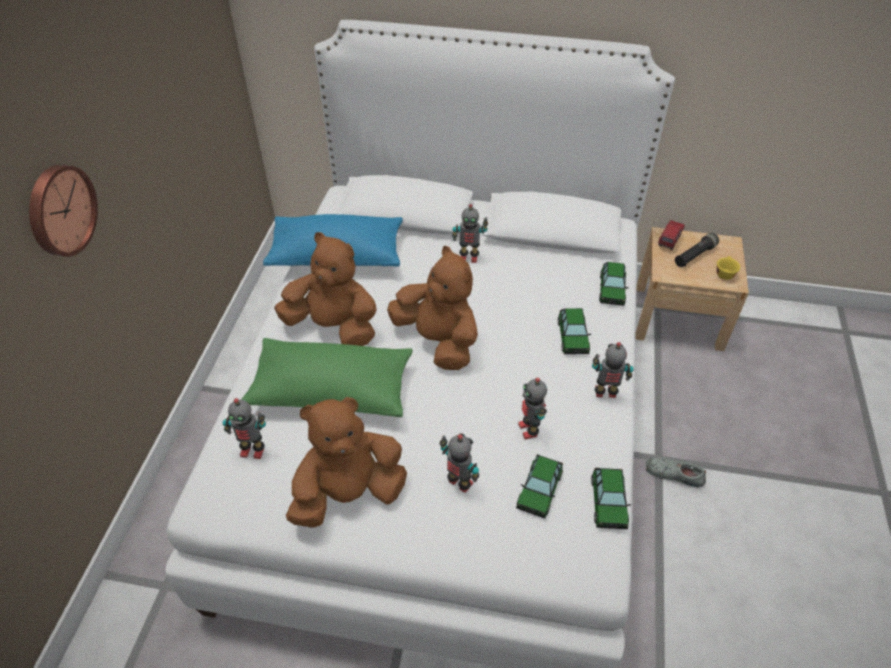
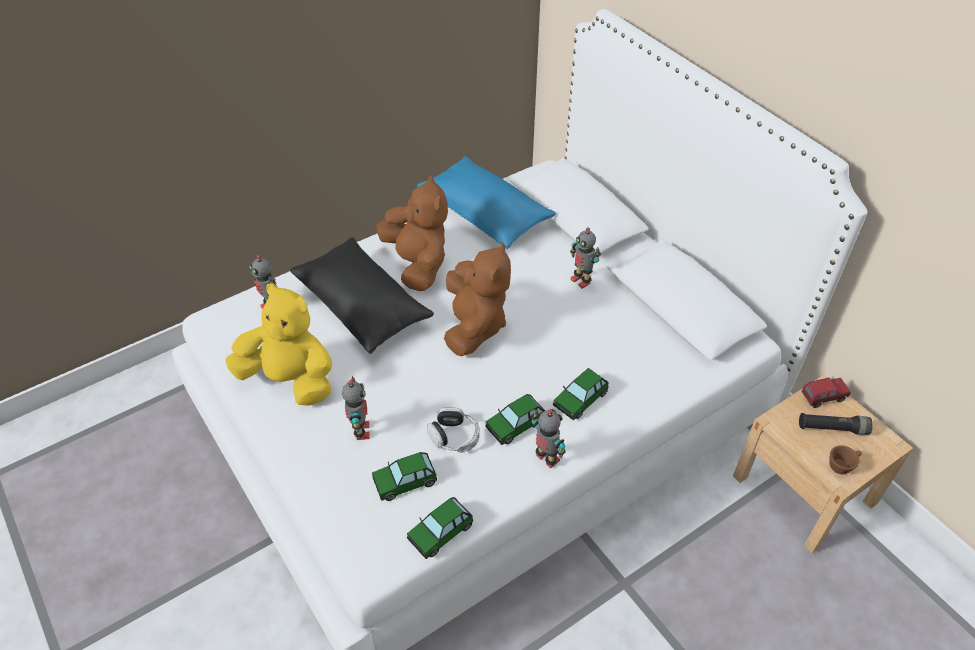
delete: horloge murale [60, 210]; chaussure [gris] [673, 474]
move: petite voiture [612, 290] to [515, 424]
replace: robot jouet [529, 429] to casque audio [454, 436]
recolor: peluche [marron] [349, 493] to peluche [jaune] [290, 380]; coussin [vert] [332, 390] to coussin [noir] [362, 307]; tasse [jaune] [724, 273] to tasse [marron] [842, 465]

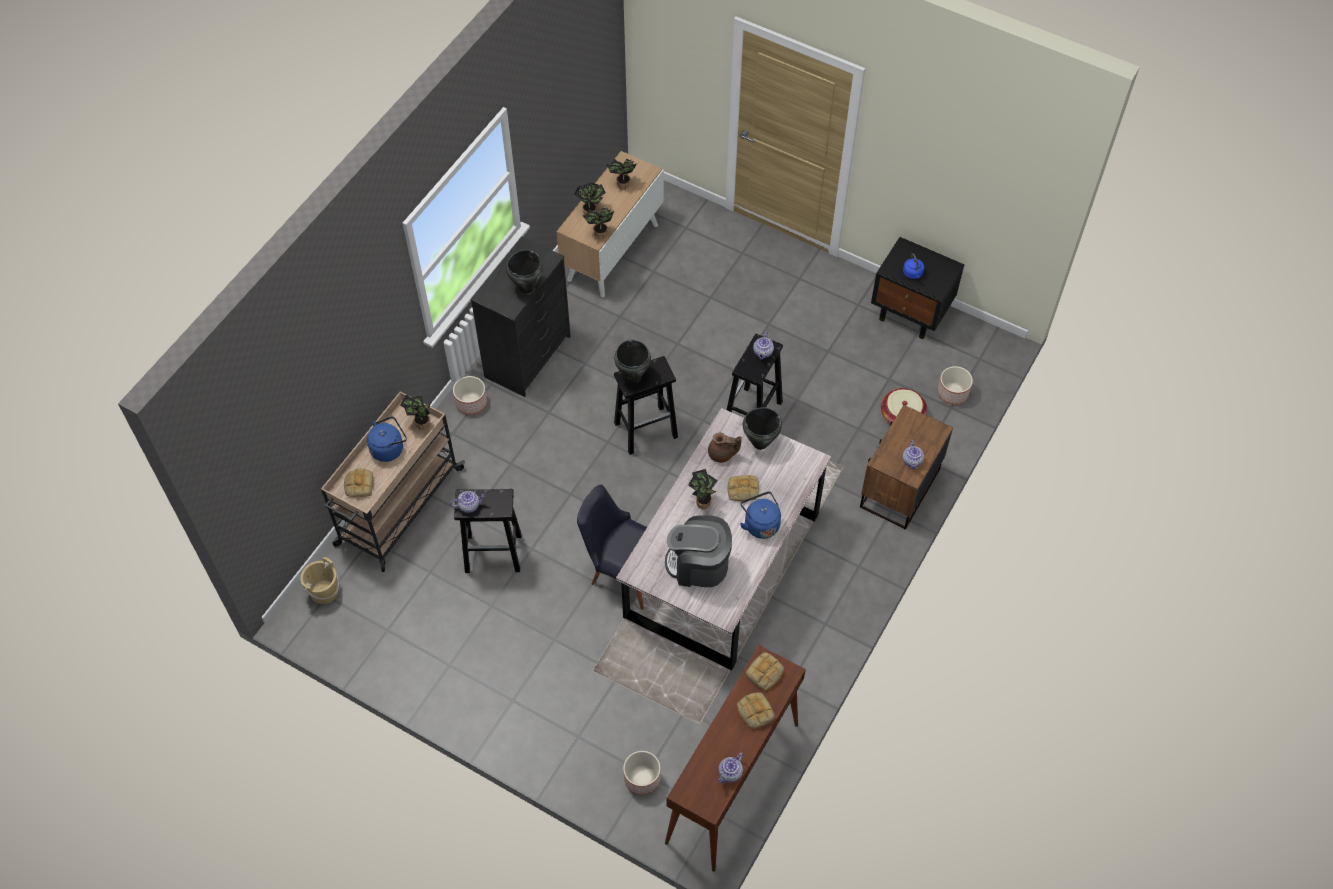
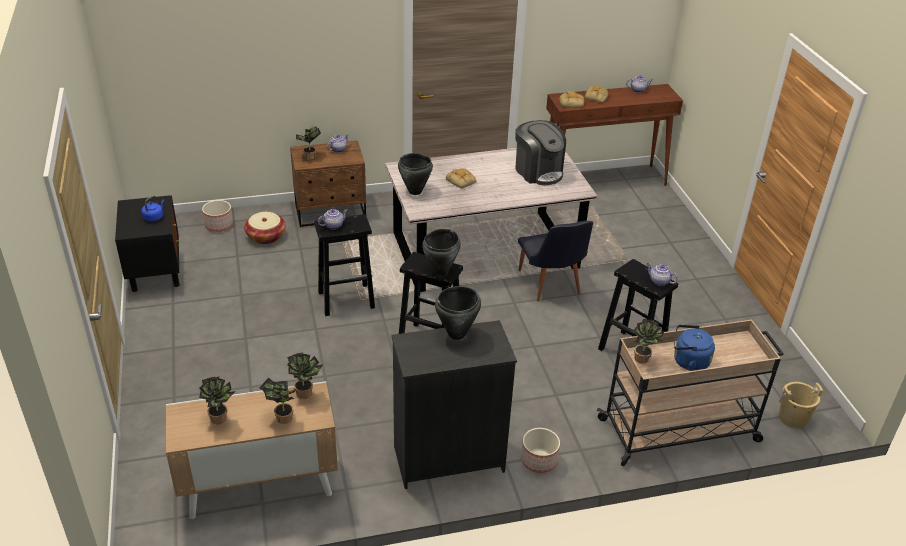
delete: pain [358, 484]; cache-pot [641, 778]; théière [marron] [722, 454]; bouilloire [bleu] [760, 524]
move: plante en pot [702, 502] to [309, 157]

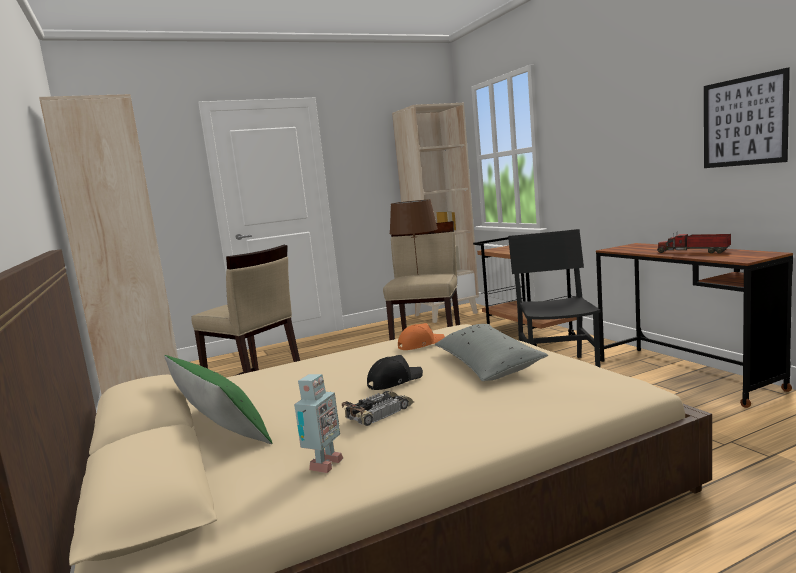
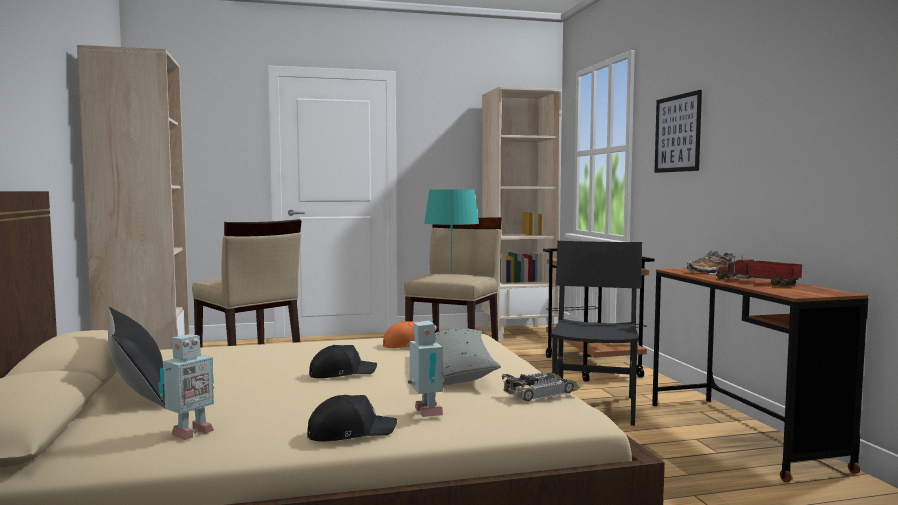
insert: casquette [noir] [350, 432]; robot jouet [425, 413]; chaussure [710, 273]
move: petite voiture [380, 412] to [541, 392]; tableau [744, 121] to [677, 133]
recolor: coussin [vert] [220, 428] to coussin [noir] [137, 388]; lampe de table [marron] [417, 274] to lampe de table [turquoise] [451, 273]

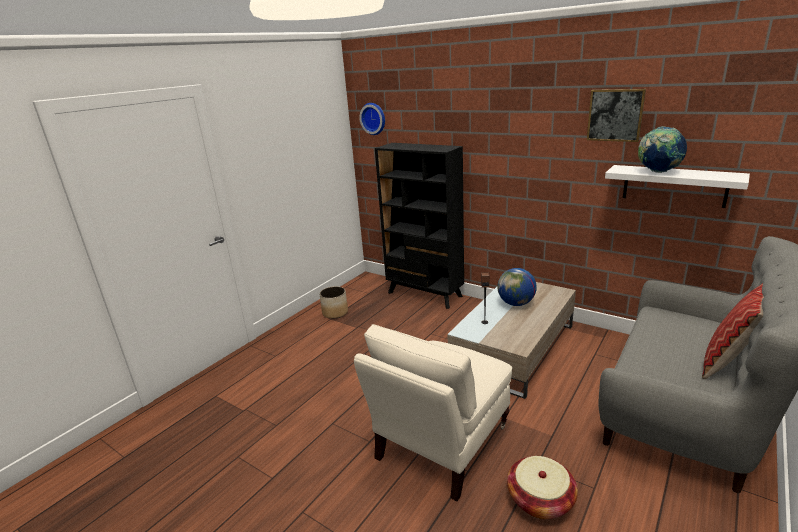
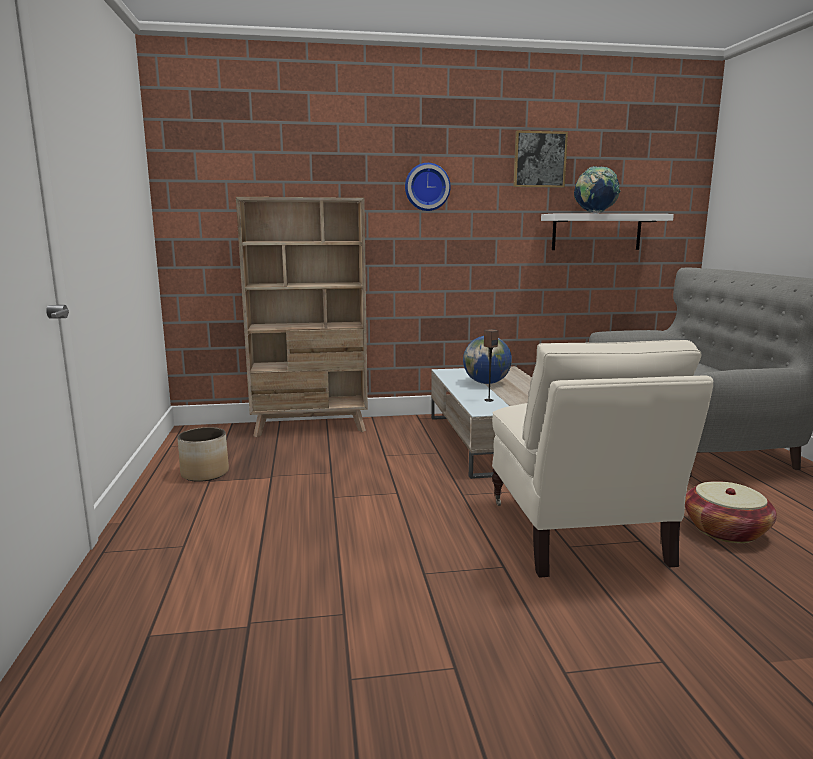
delete: coussin [728, 363]
move: horloge murale [374, 118] to [427, 187]
recolor: bibliothèque [noir] [425, 294] to bibliothèque [beige] [311, 427]

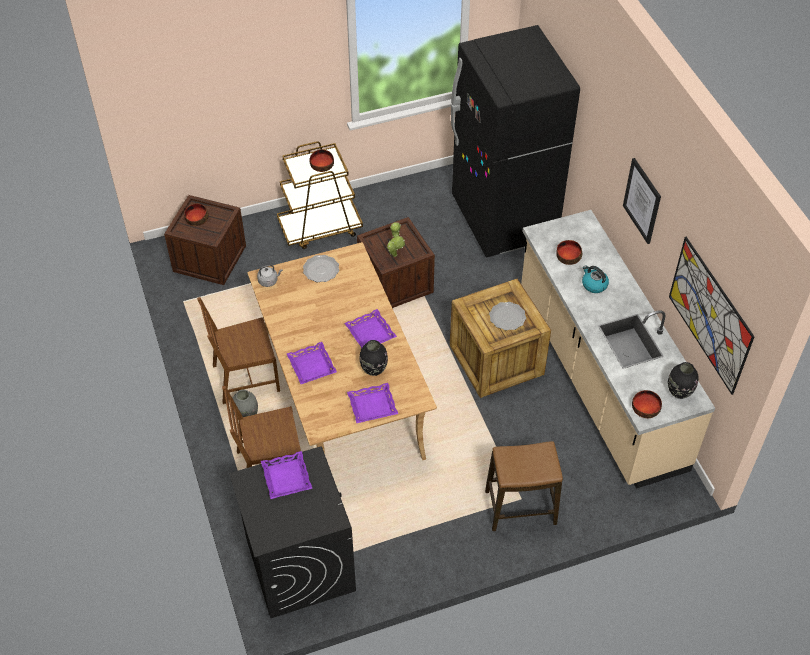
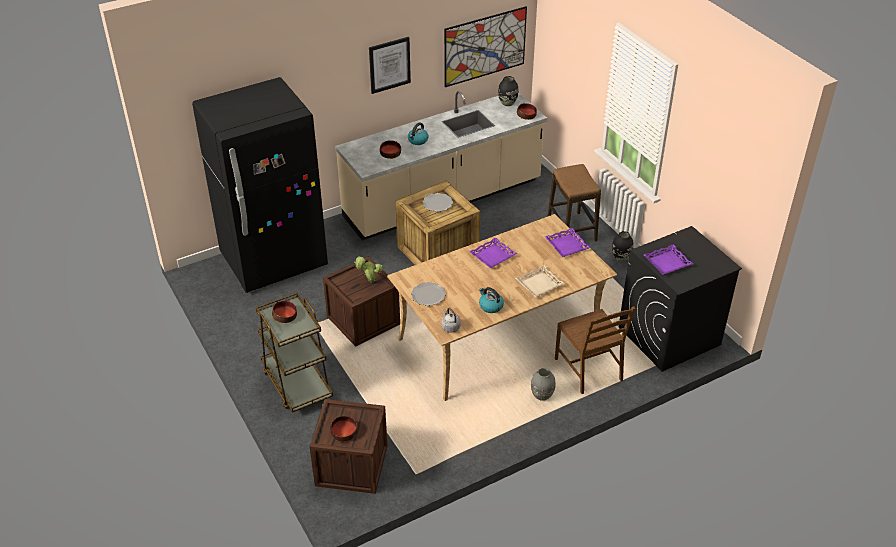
delete: chaise [marron] [245, 378]
insert: bouilloire [490, 306]
move: vase [noir] [373, 369] to [621, 257]
recolor: plateau [violet] [312, 366] to plateau [beige] [539, 284]

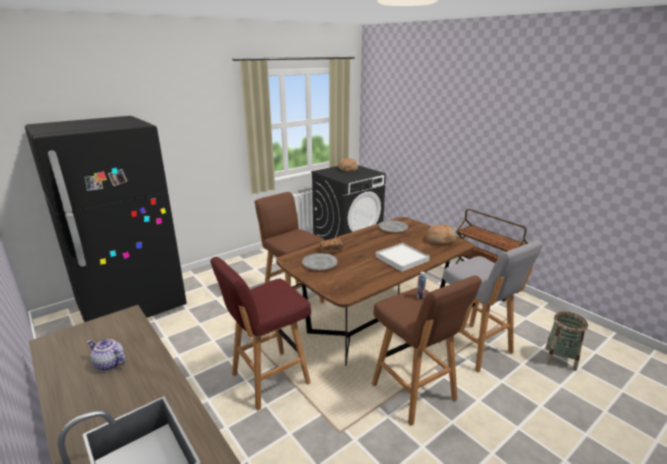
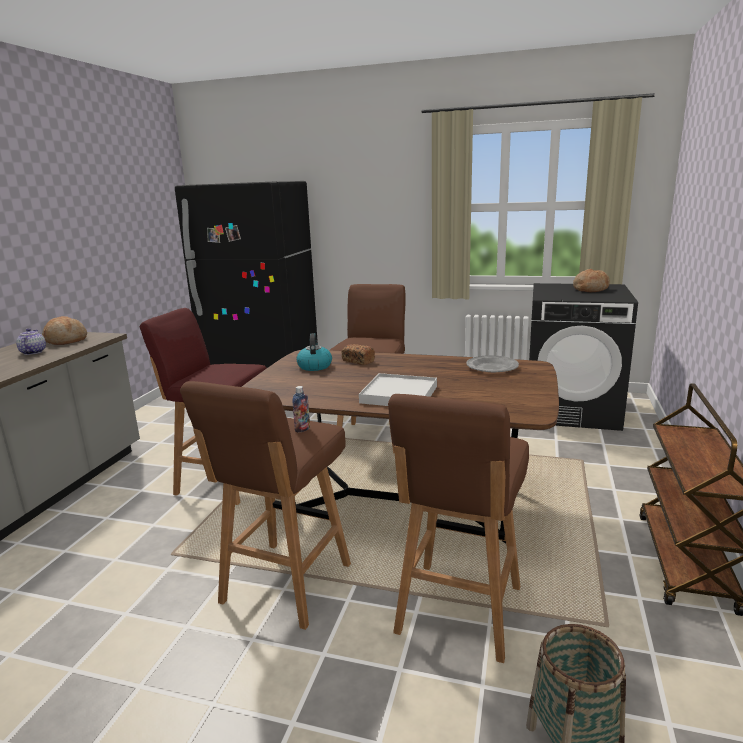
move: pain [440, 240] to [66, 340]
replace: assiette [gris] [319, 264] to bouilloire [314, 366]
recolor: tabouret [gris] [475, 348] to tabouret [marron] [458, 612]

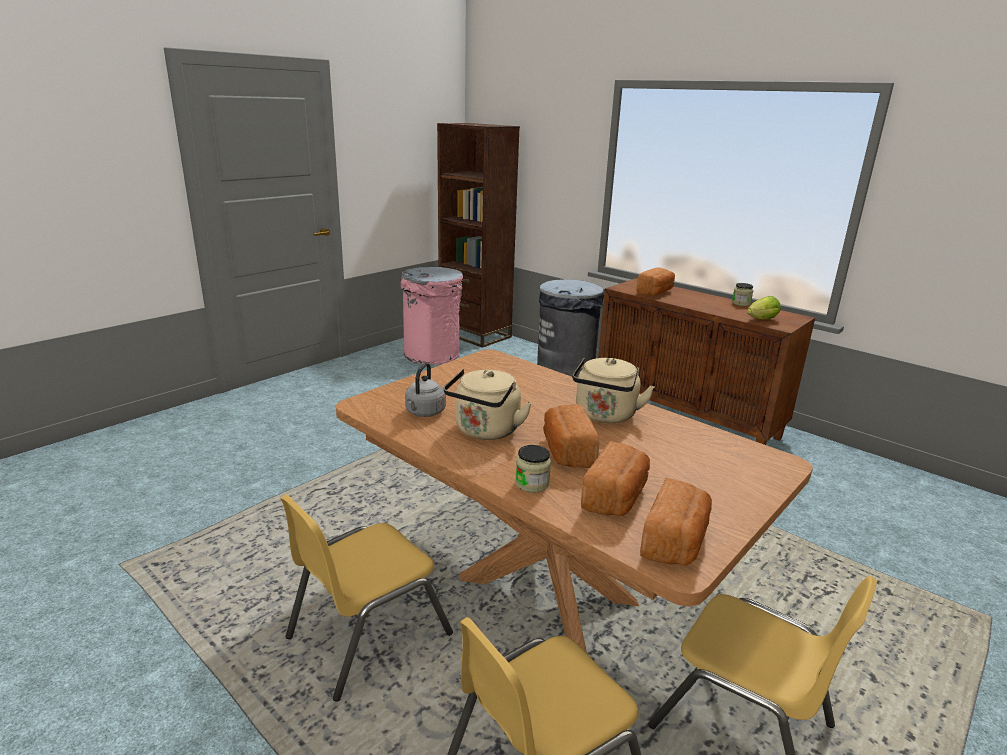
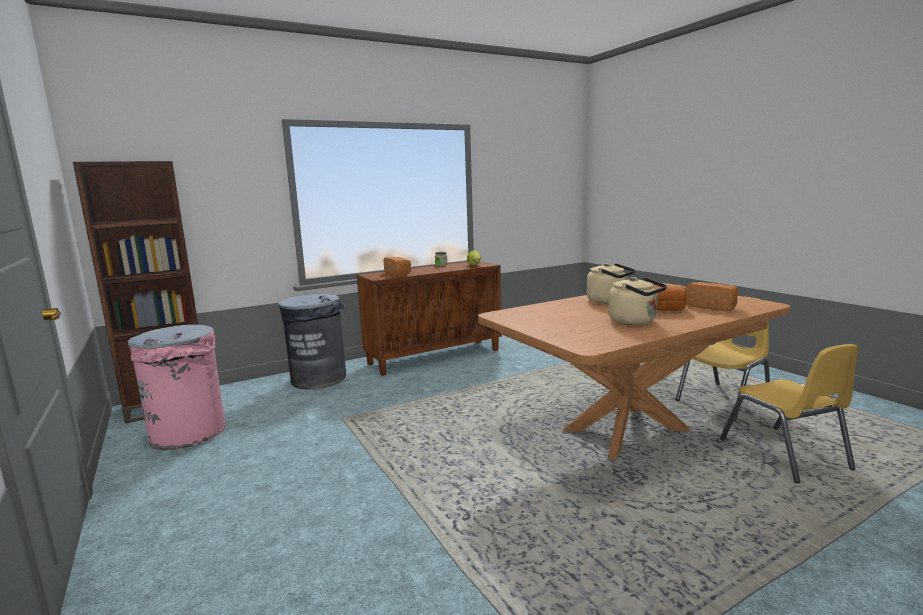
delete: chaise [jaune] [367, 634]; bouilloire [gris] [424, 413]; bocal [532, 483]; pain [675, 542]

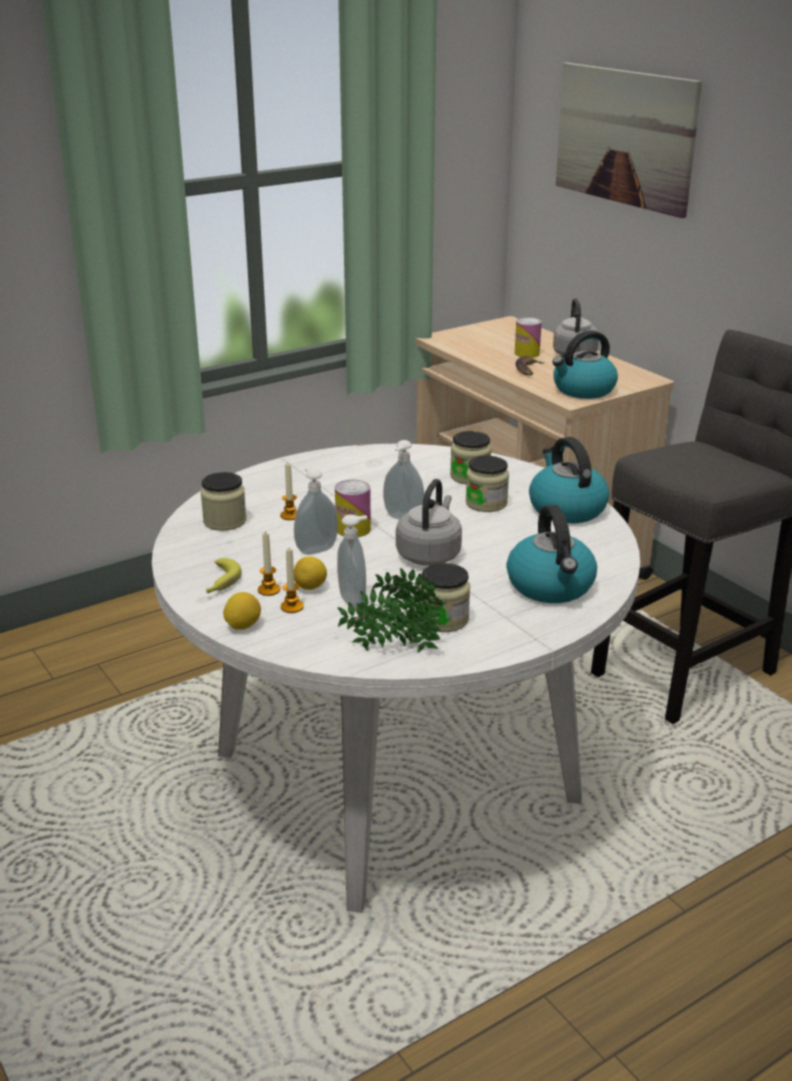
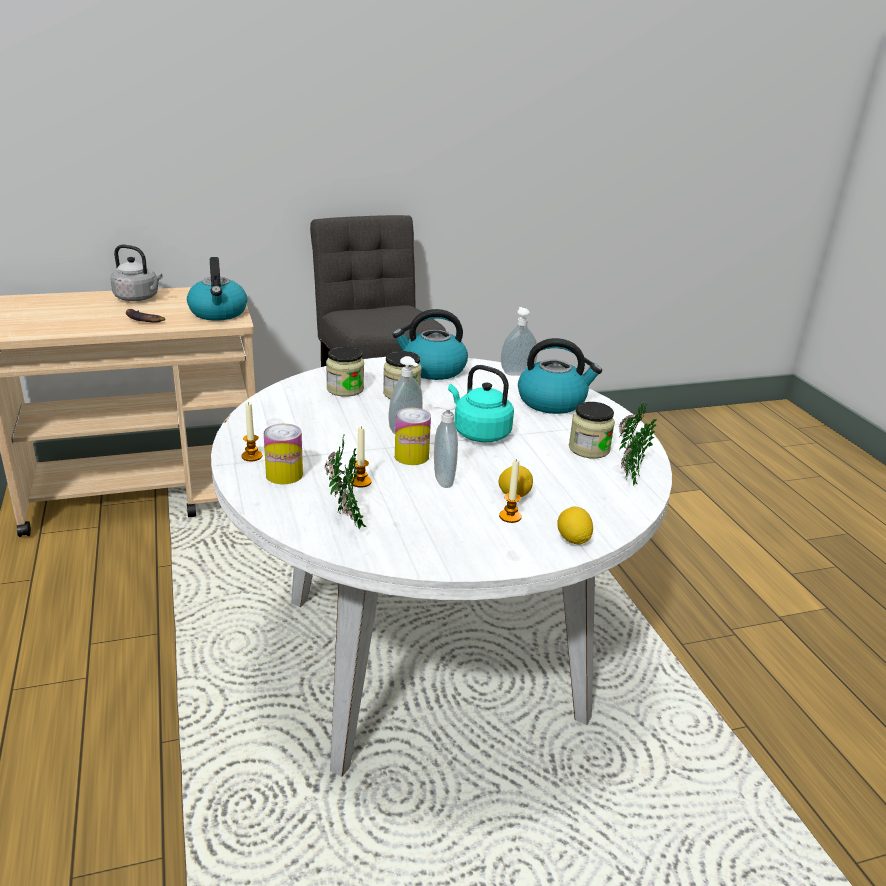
delete: banane [219, 583]; tableau [625, 137]
move: bougie [292, 607] to [252, 456]; boîte métallique [527, 353] to [284, 475]; distributeur de savon [354, 600] to [516, 373]
replace: bocal [225, 521] to plante en pot [347, 520]
recolor: bouilloire [gris] [430, 554] to bouilloire [turquoise] [479, 433]

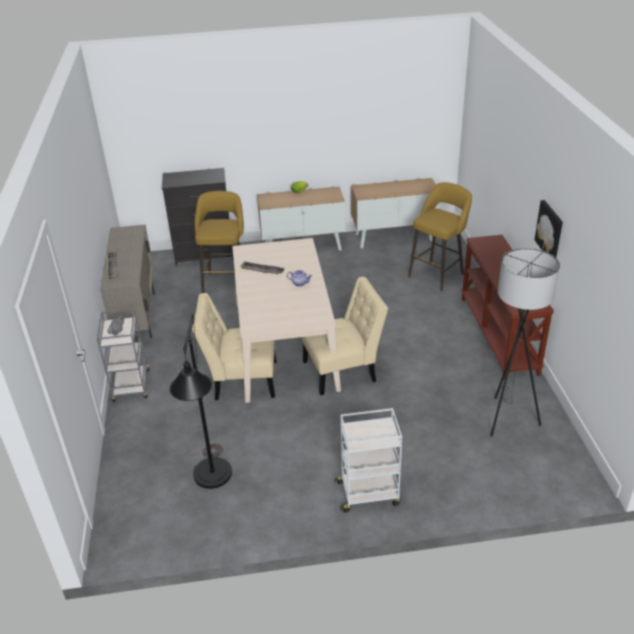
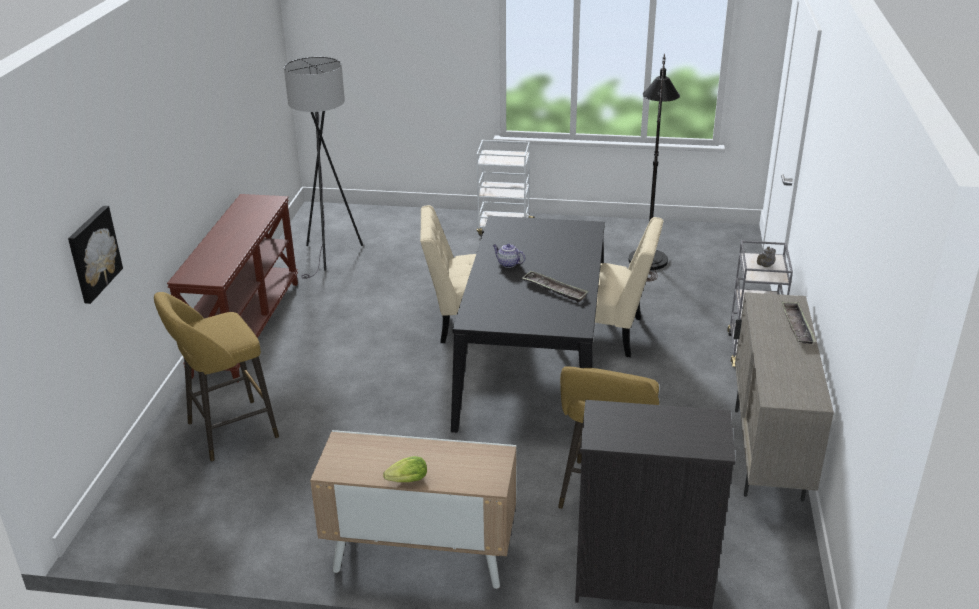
delete: meuble de rangement [394, 237]
move: tableau [550, 231] to [93, 253]
recolor: table à manger [beige] [284, 344] to table à manger [noir] [534, 365]

